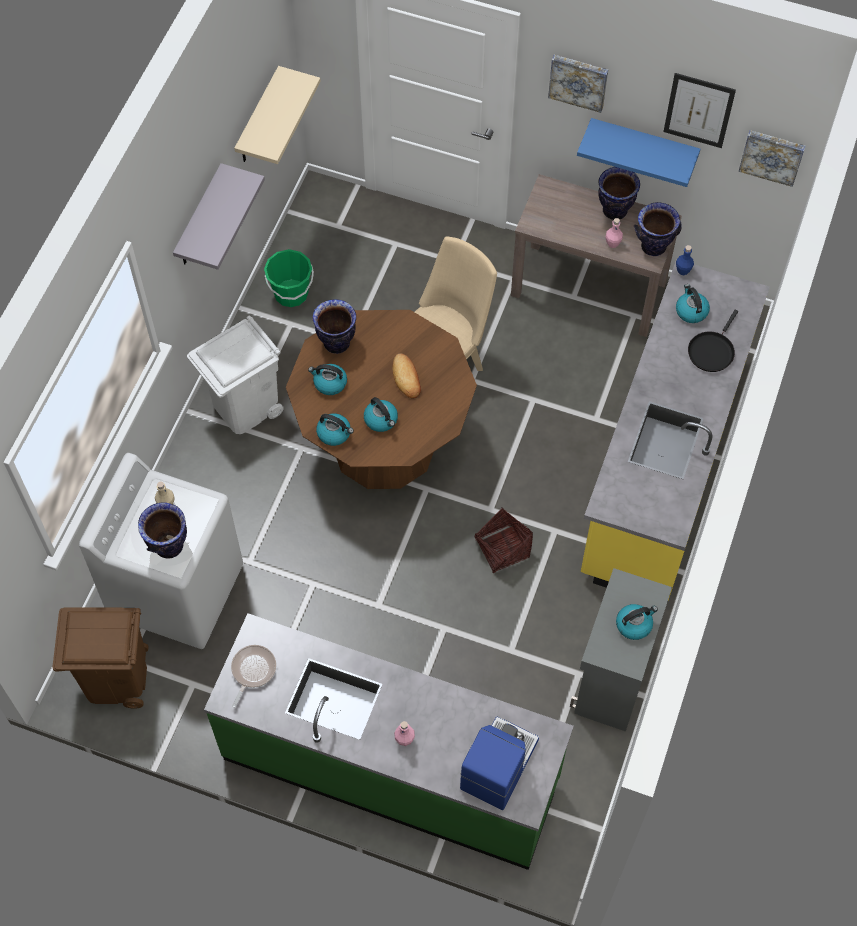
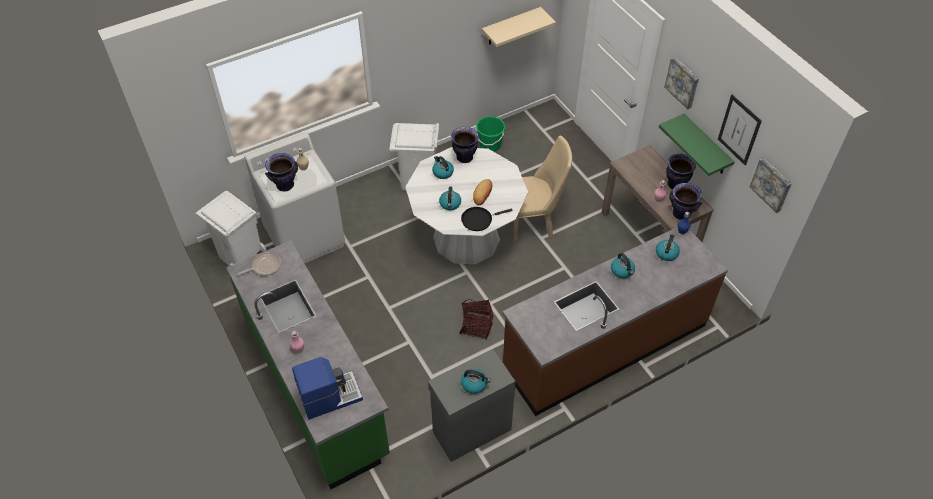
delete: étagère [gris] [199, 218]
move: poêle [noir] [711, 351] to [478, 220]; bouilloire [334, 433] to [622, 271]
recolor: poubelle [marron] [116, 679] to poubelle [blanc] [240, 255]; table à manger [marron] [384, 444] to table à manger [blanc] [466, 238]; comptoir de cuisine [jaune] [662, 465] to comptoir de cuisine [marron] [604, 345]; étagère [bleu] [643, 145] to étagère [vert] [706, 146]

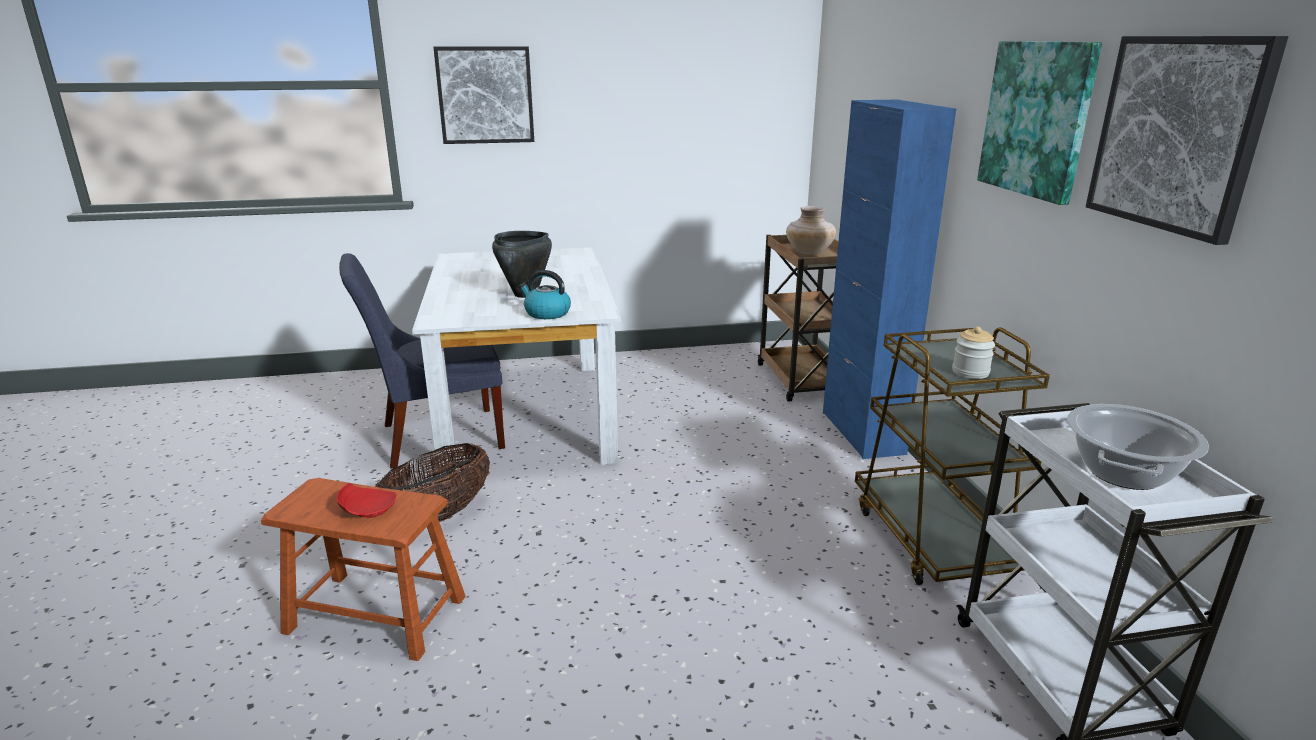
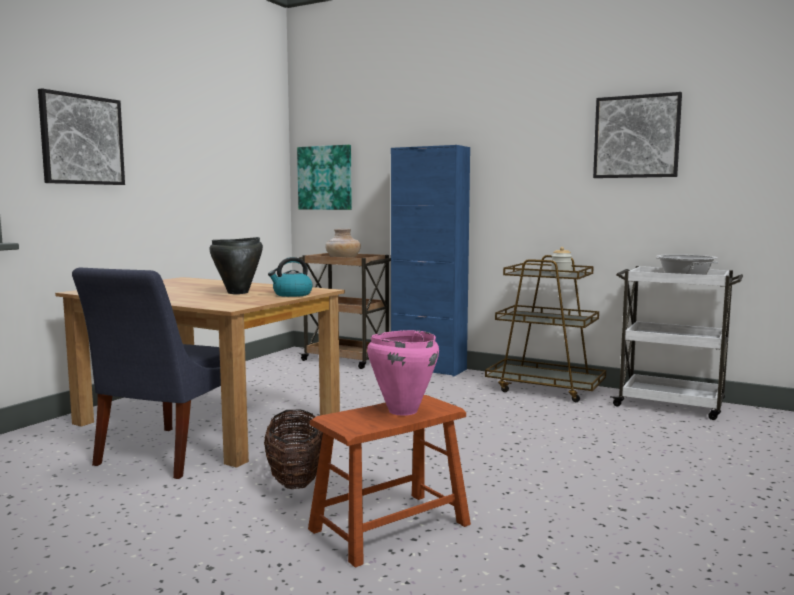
move: tableau [1037, 119] to [325, 178]
replace: assiette [rouge] [368, 509] to marmite [rose] [402, 411]
recolor: table à manger [blanc] [528, 414] to table à manger [marron] [209, 421]

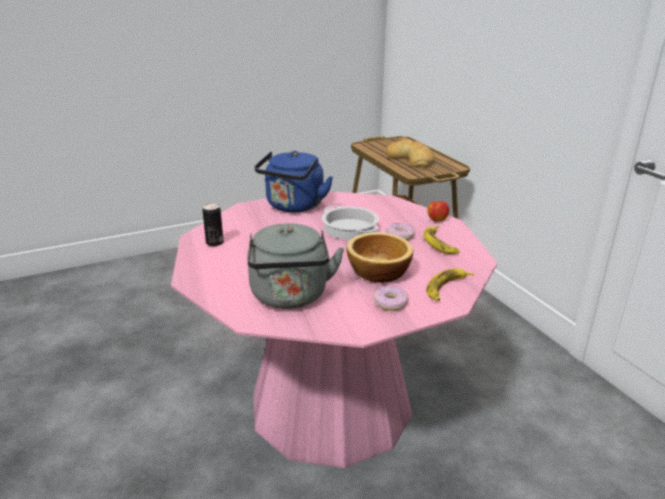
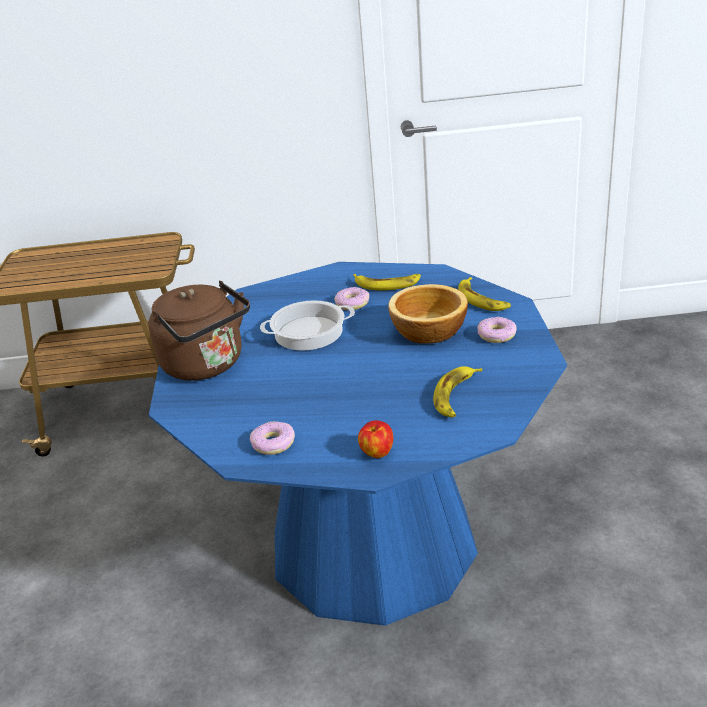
delete: pain [411, 159]
move: pomme [437, 219] to [376, 452]
replace: boîte métallique [214, 243] to beignet [273, 444]; bouilloire [gris] [290, 297] to banane [456, 396]
recolor: table à manger [rose] [331, 404] to table à manger [bleu] [373, 542]; bouilloire [bleu] [293, 206] to bouilloire [marron] [207, 365]

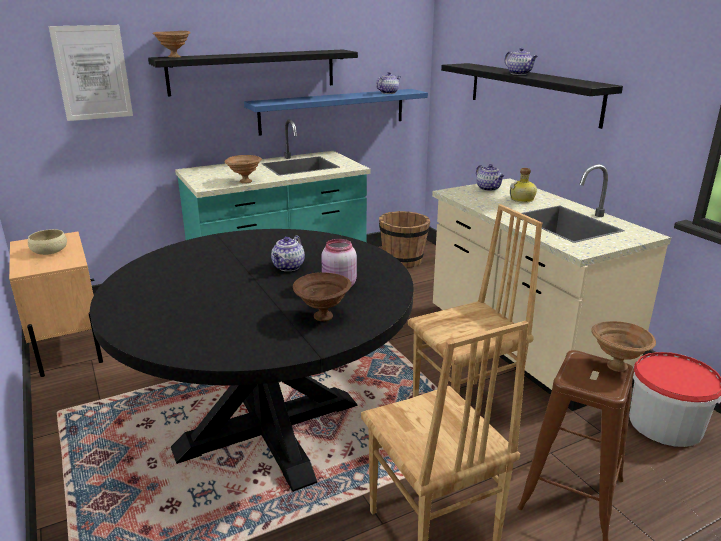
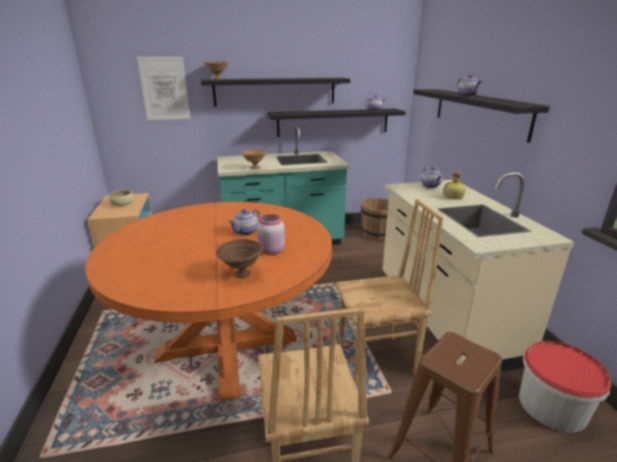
delete: bol [marron] [615, 366]
recolor: table à manger [noir] [268, 426] to table à manger [orange] [227, 346]; étagère [bleu] [333, 111] to étagère [noir] [333, 122]

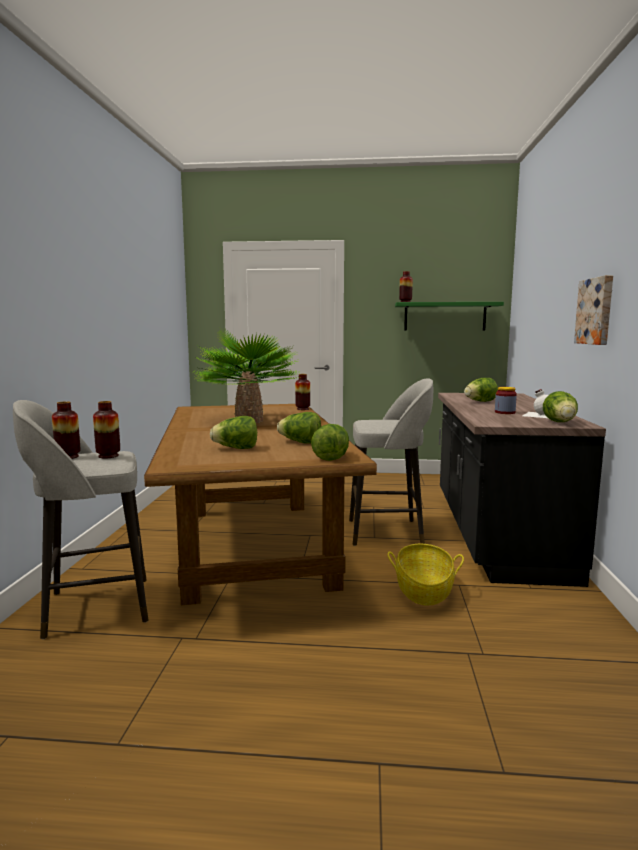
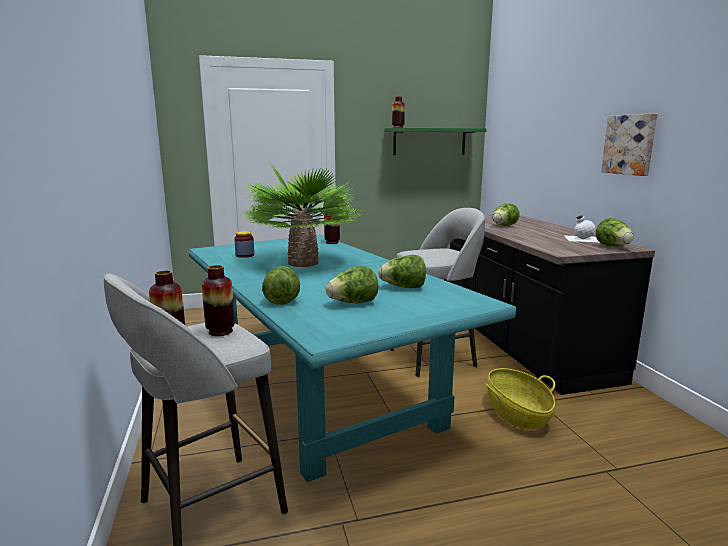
move: bocal [504, 412] to [245, 255]; laitue [331, 457] to [282, 300]
recolor: table à manger [marron] [255, 546] to table à manger [turquoise] [323, 394]

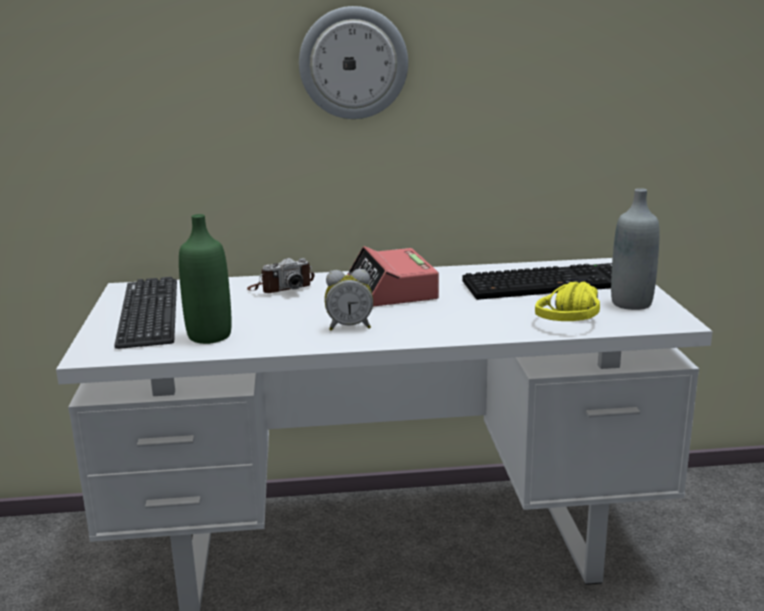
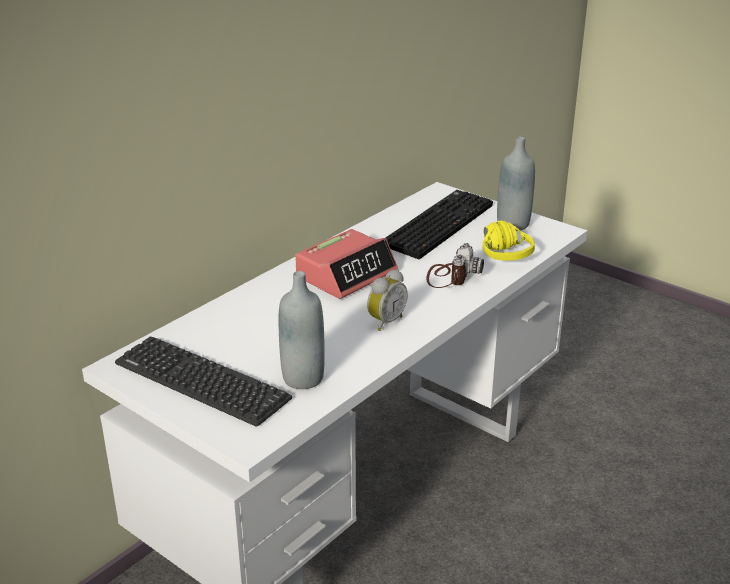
delete: horloge murale [353, 63]
move: appareil photo [281, 288] to [450, 276]
recolor: bouteille [vert] [209, 336] to bouteille [gris] [303, 378]
rotate: réveil [392, 290] = [346, 274] 75 degrees counterclockwise

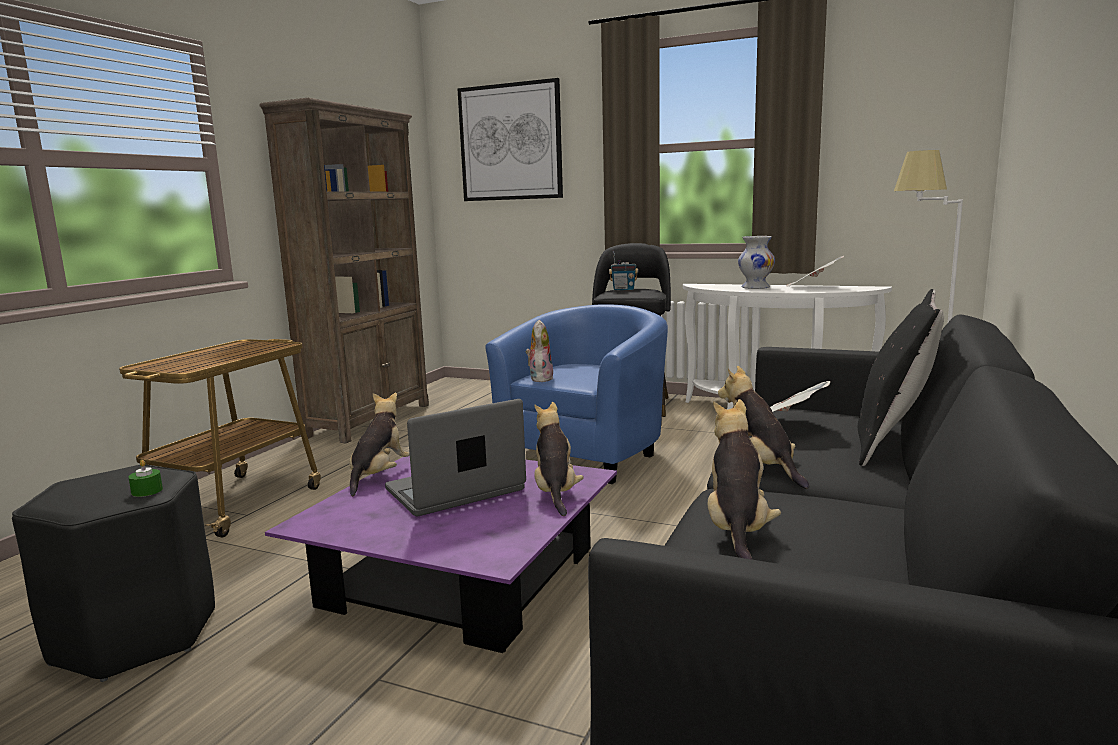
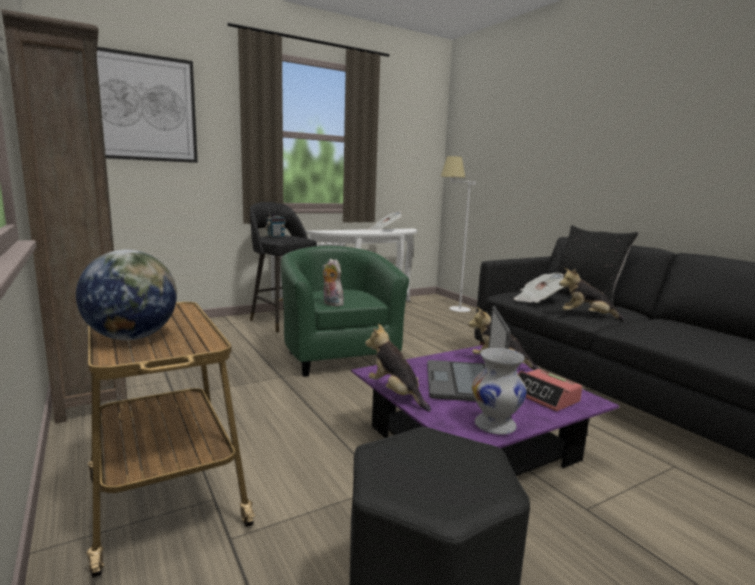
delete: bougie [vert] [147, 491]; peluche [737, 530]
insert: globe [132, 337]; réveil [545, 397]
move: vase [blanc] [755, 288] to [494, 425]
recolor: fauteuil [bleu] [587, 454] to fauteuil [vert] [338, 355]

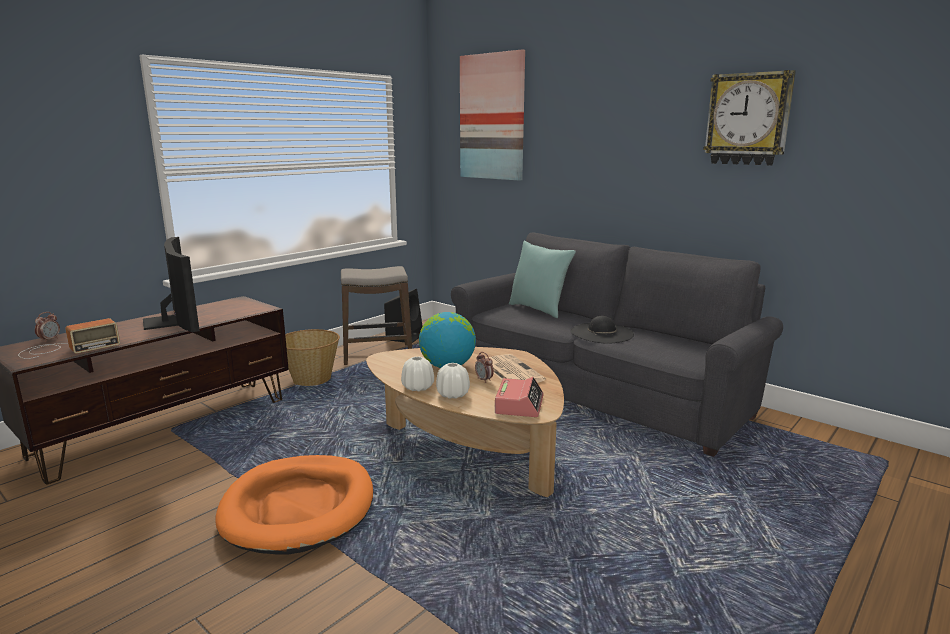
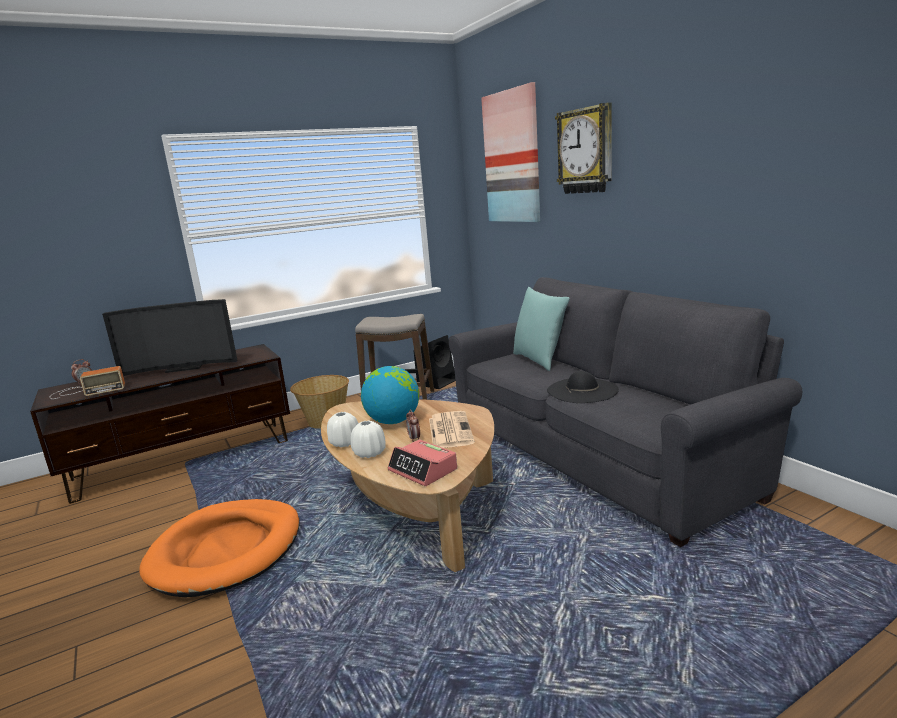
move: horloge murale [748, 119] to [586, 151]
rotate: téléviseur [172, 321] = [184, 368] 90 degrees clockwise; réveil [519, 405] = [423, 470] 105 degrees clockwise

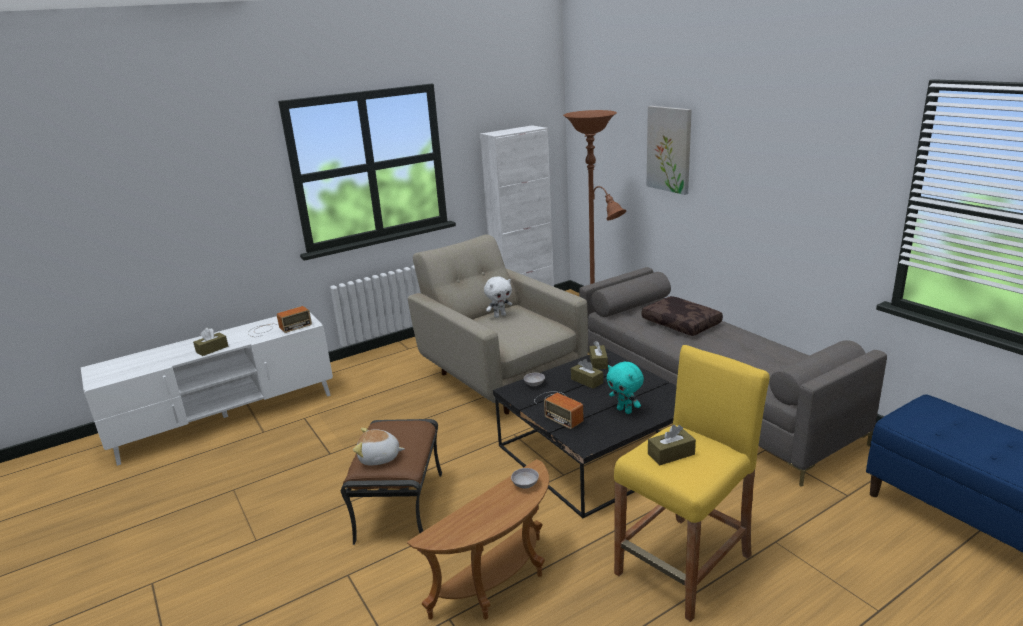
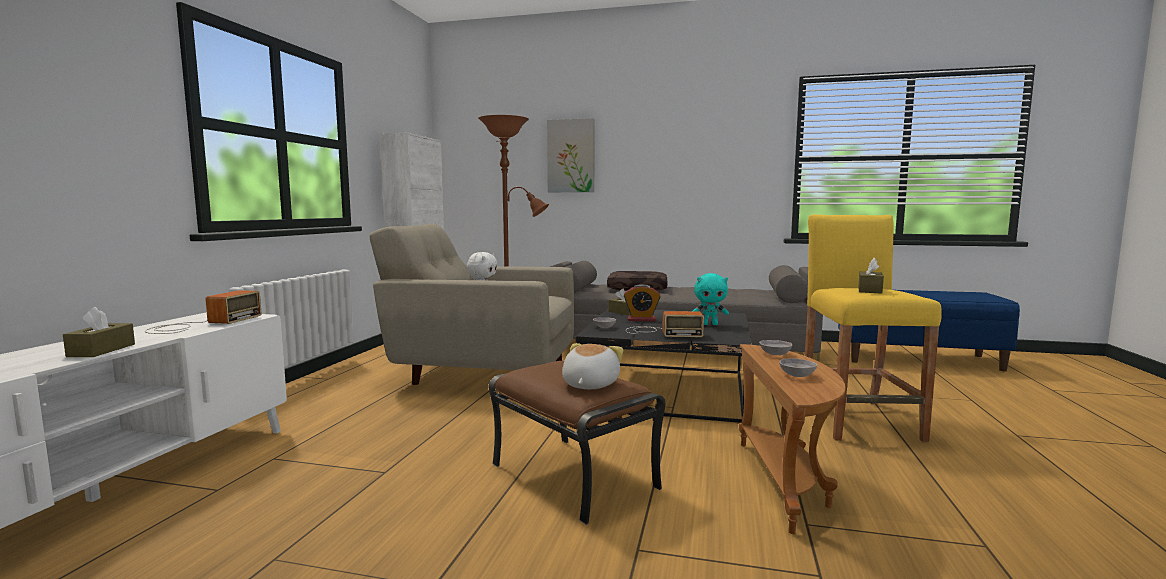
insert: bol [gris] [797, 375]
replace: boîte à mouchoirs [marron] [587, 381] to réveil [641, 319]
rotate: peluche [379, 458] = [589, 385] 150 degrees clockwise

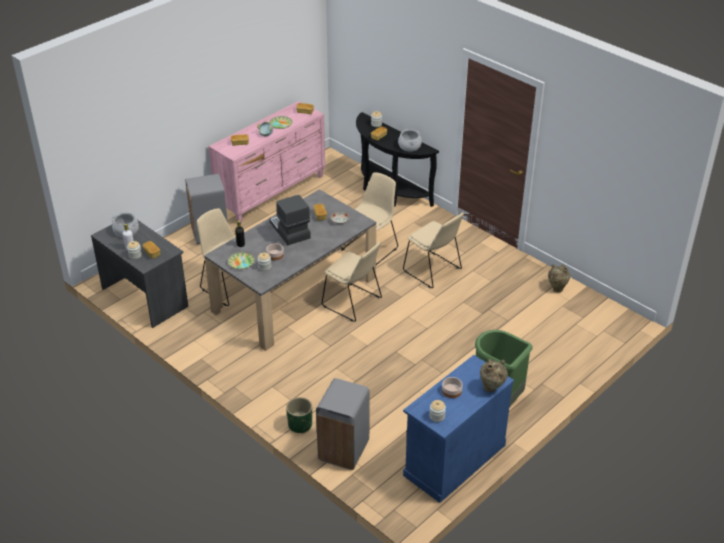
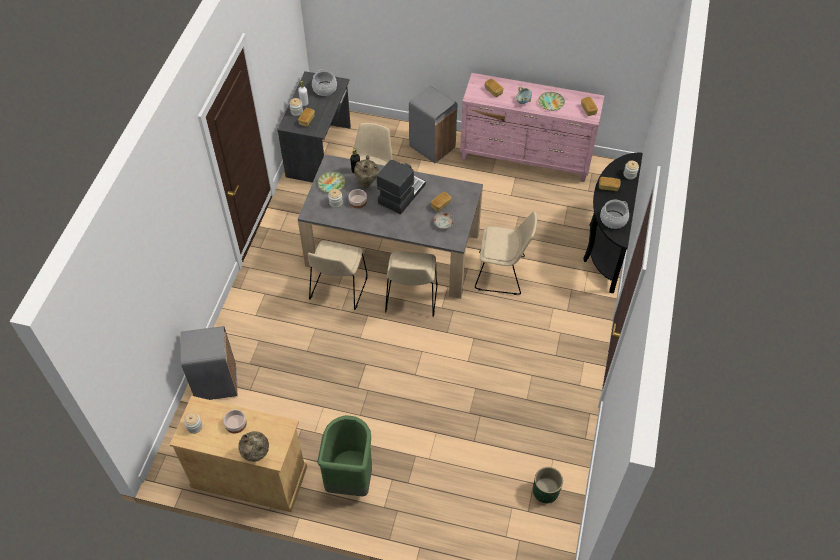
move: chaise [beige] [433, 271] to [338, 289]; vase [beige] [557, 288] to [367, 183]; cache-pot [vert] [300, 425] to [545, 491]
recolor: meuble de rangement [bleu] [454, 460] to meuble de rangement [beige] [249, 476]

